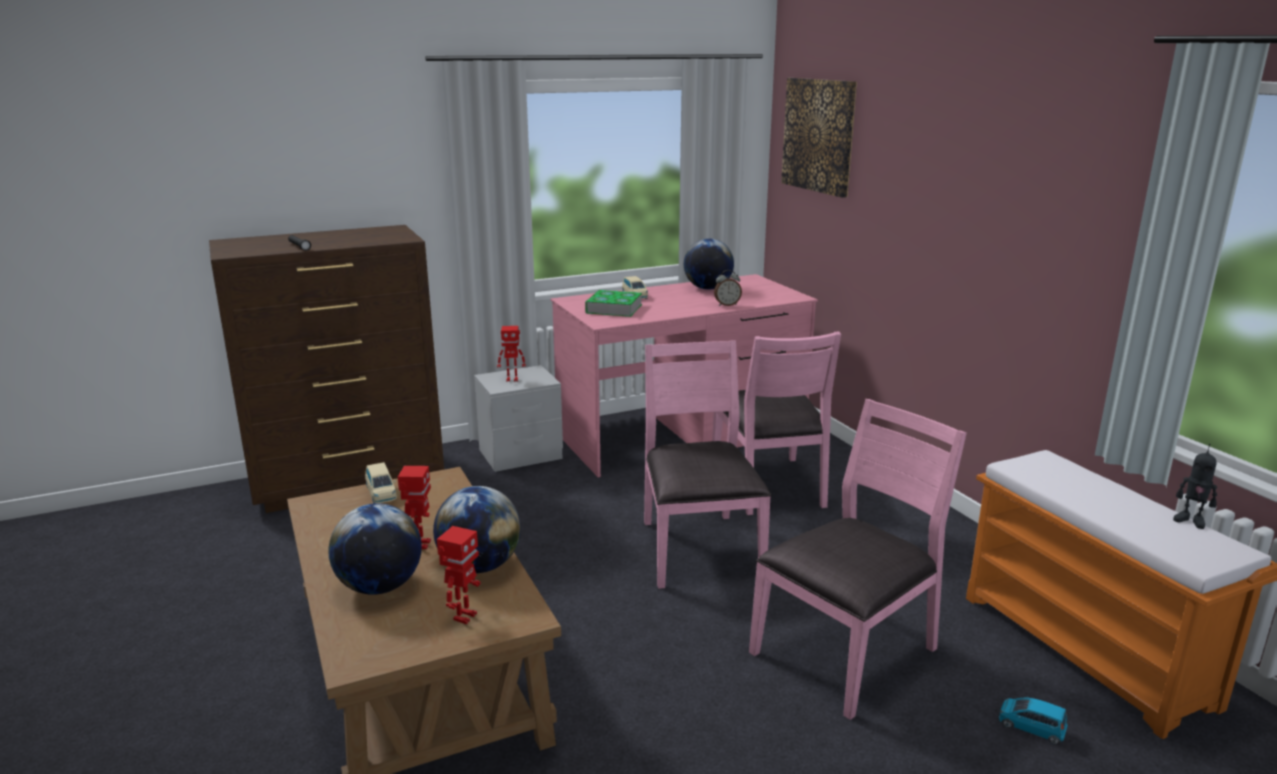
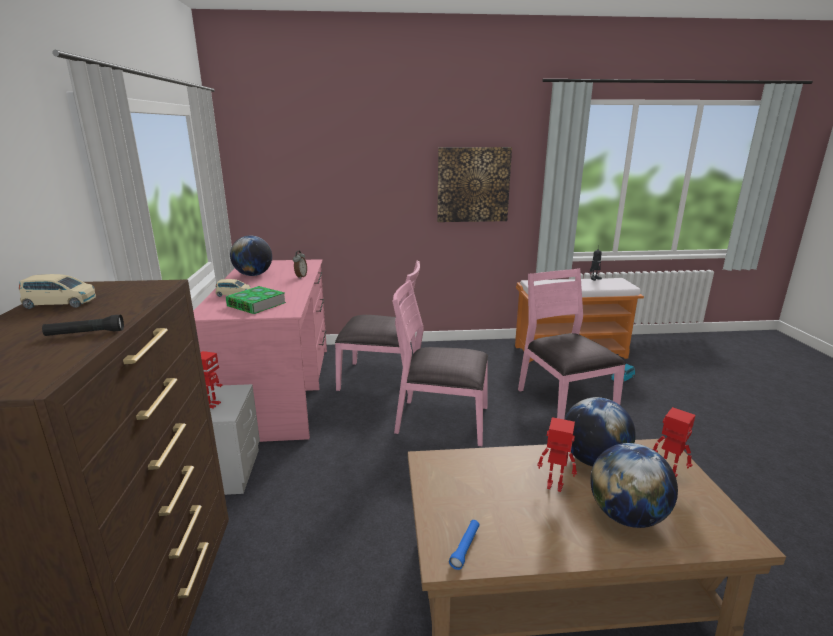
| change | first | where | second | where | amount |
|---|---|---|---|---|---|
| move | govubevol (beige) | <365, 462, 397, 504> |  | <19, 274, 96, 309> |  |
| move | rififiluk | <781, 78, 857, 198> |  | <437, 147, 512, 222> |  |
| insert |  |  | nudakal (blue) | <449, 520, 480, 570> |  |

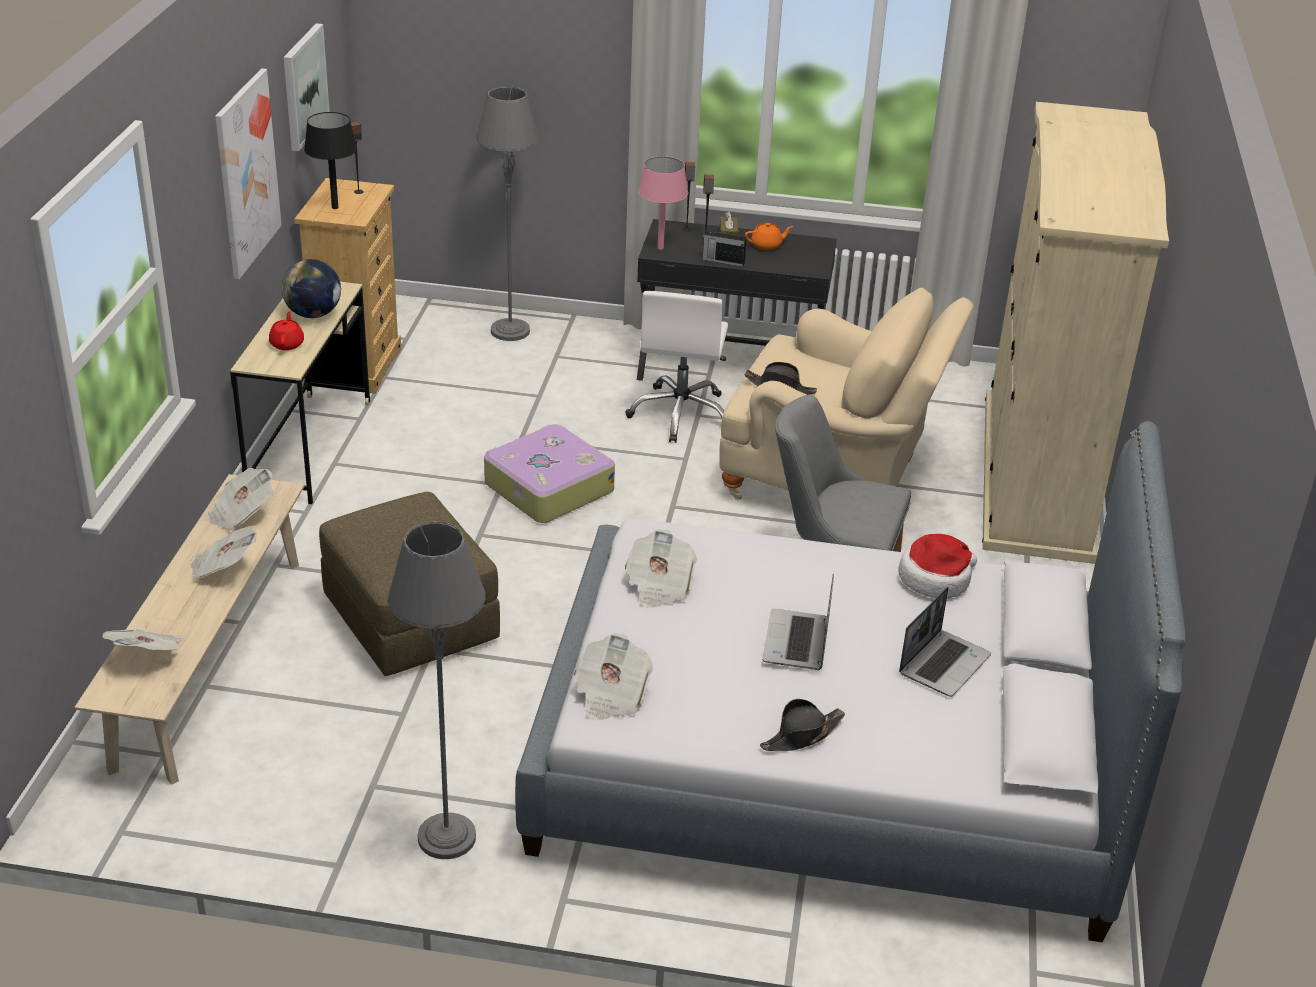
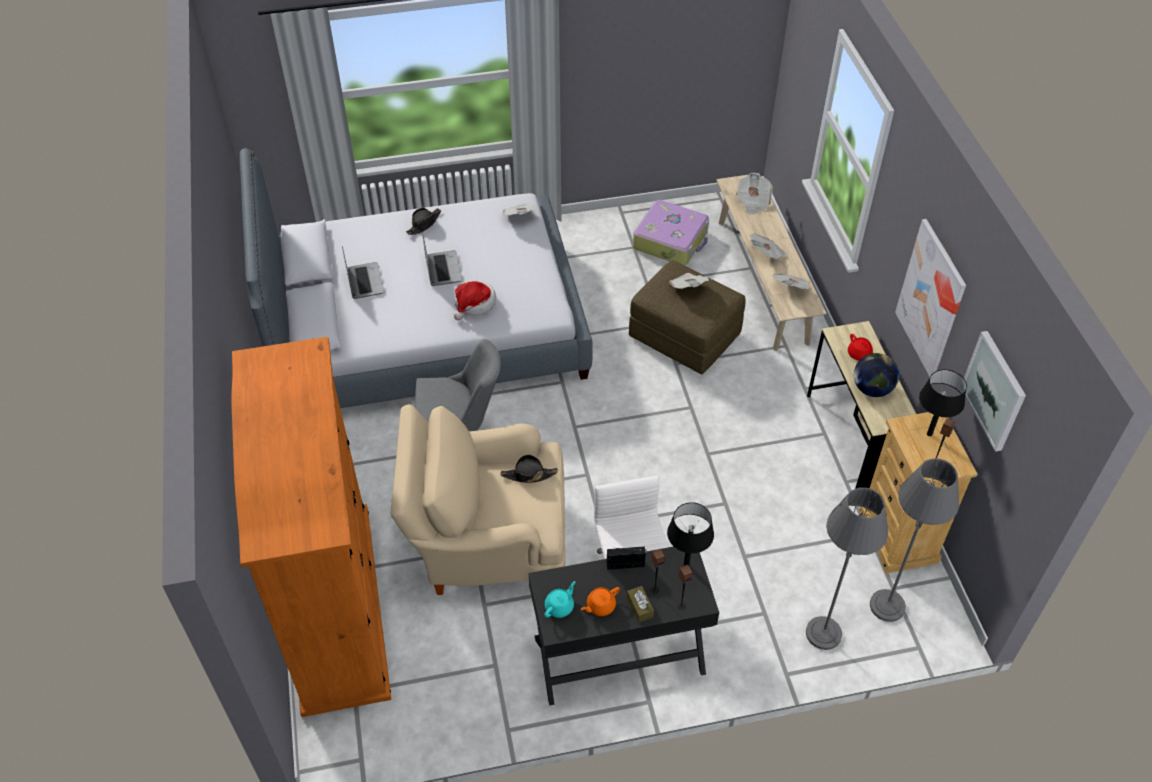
| change | first | where | second | where | amount |
|---|---|---|---|---|---|
| recolor | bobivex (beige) | <982, 102, 1169, 564> | bobivex (orange) | <231, 337, 391, 717> |  |
| rotate | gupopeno | <899, 587, 991, 697> |  | <342, 246, 385, 299> | 150 degrees clockwise |
| move | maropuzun | <898, 534, 977, 598> |  | <454, 280, 496, 320> |  |
| insert |  |  | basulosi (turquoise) | <544, 581, 575, 618> |  |
| move | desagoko | <484, 424, 615, 523> |  | <633, 200, 709, 265> |  |
| recolor | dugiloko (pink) | <638, 156, 688, 250> | dugiloko (black) | <667, 502, 714, 566> |  |
| move | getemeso | <625, 530, 697, 608> |  | <669, 273, 709, 289> |  |
| move | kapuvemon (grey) | <387, 521, 486, 859> |  | <870, 458, 959, 622> |  |

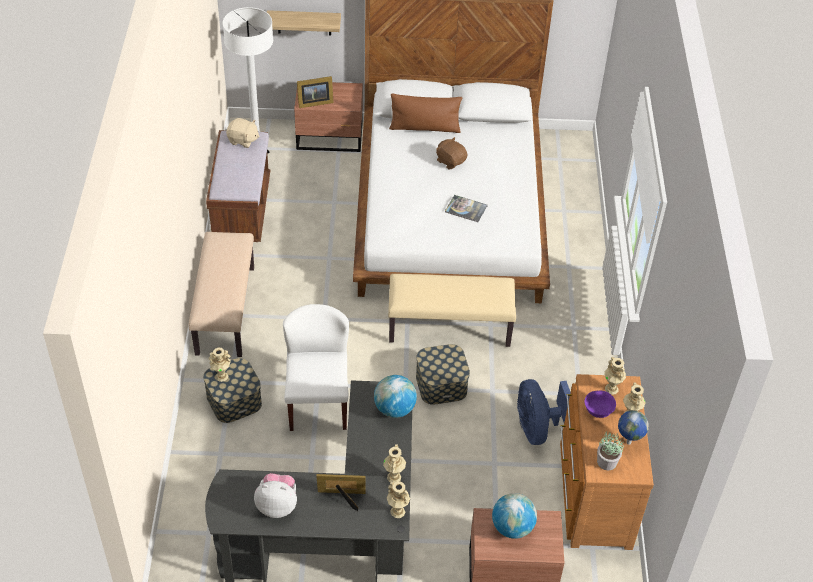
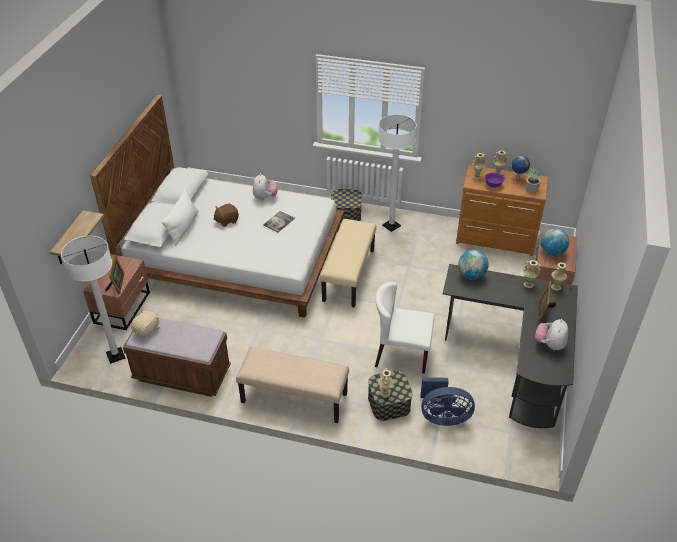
| change | first | where | second | where | amount |
|---|---|---|---|---|---|
| recolor | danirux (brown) | <389, 94, 462, 133> | danirux (white) | <162, 188, 199, 246> |  |
| insert |  |  | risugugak | <253, 173, 278, 200> |  |
| move | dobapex | <416, 344, 470, 405> |  | <331, 189, 362, 223> |  |
| insert |  |  | kapuvemon (white) | <378, 114, 416, 232> |  |
| move | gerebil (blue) | <517, 379, 571, 445> |  | <421, 377, 475, 426> |  |

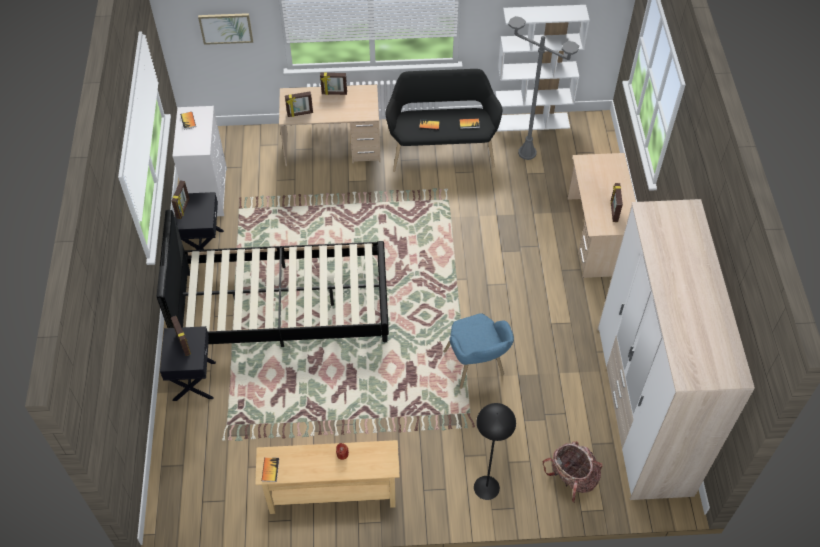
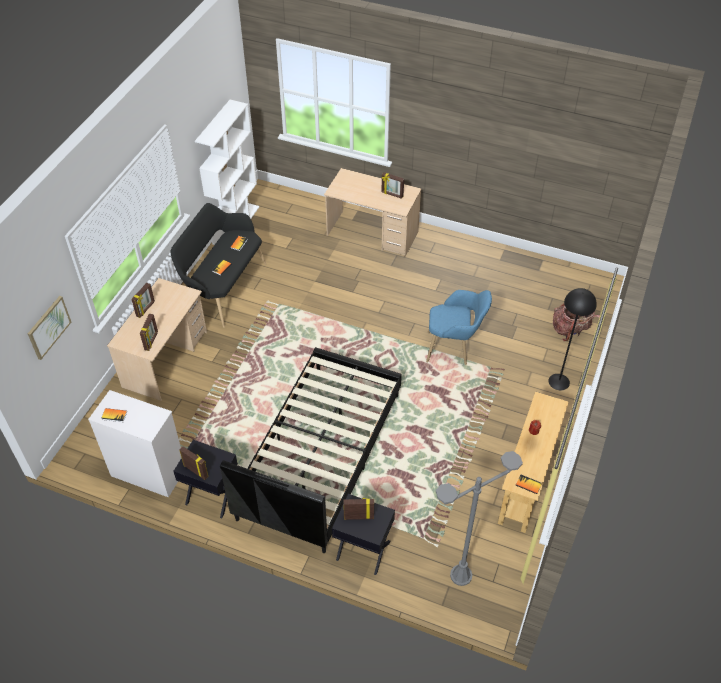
| change | first | where | second | where | amount |
|---|---|---|---|---|---|
| move | kapuvemon (grey) | <508, 16, 579, 160> |  | <436, 451, 523, 586> |  |
| delete | bobivex | <597, 199, 755, 500> |  |  |  |

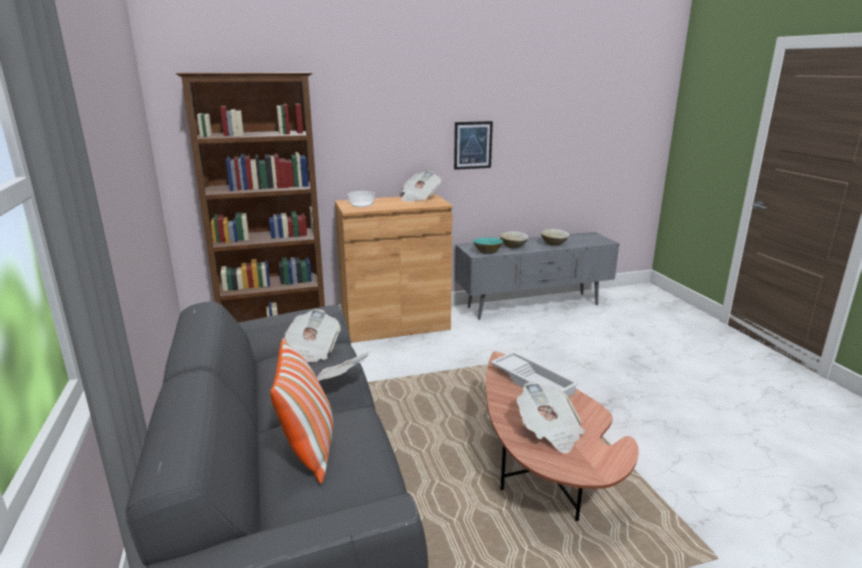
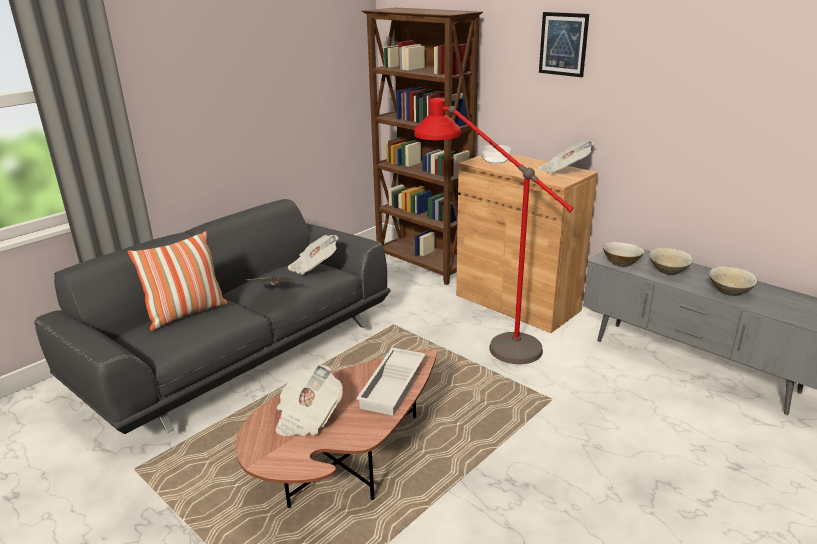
| change | first | where | second | where | amount |
|---|---|---|---|---|---|
| insert |  |  | kapuvemon (red) | <414, 98, 574, 364> |  |
| move | rififiluk | <454, 121, 493, 170> |  | <539, 12, 589, 77> |  |
| recolor | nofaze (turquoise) | <473, 238, 503, 254> | nofaze (beige) | <603, 242, 644, 267> |  |

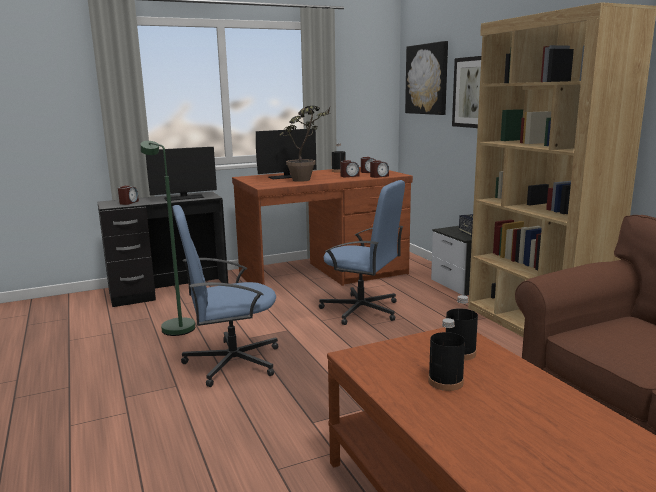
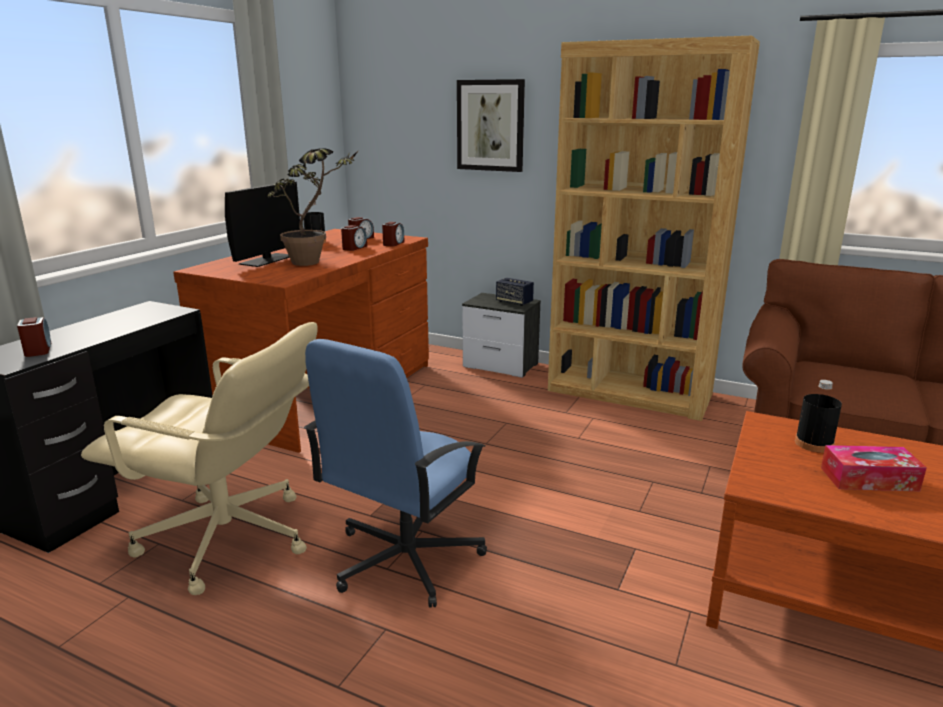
| change | first | where | second | where | amount |
|---|---|---|---|---|---|
| replace | kapuvemon (green) | <140, 141, 195, 336> | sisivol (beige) | <81, 322, 317, 595> |  |
| replace | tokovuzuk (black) | <428, 318, 465, 391> | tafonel | <821, 445, 927, 491> |  |
| delete | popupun | <146, 147, 217, 201> |  |  |  |
| delete | sisivol (blue) | <319, 180, 405, 325> |  |  |  |
| delete | rififiluk | <405, 41, 448, 115> |  |  |  |

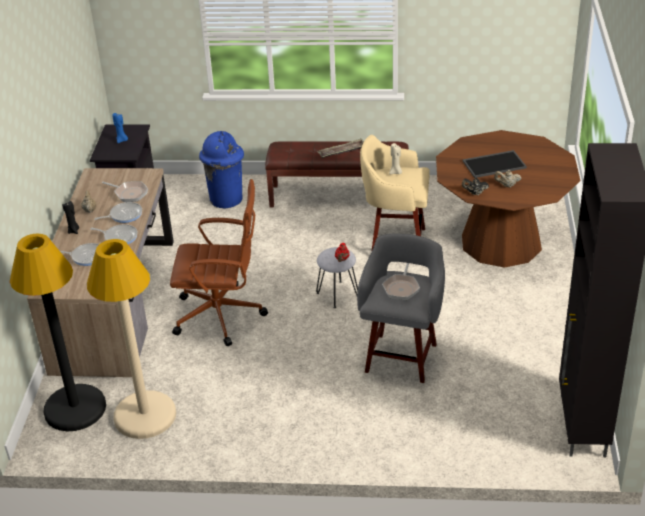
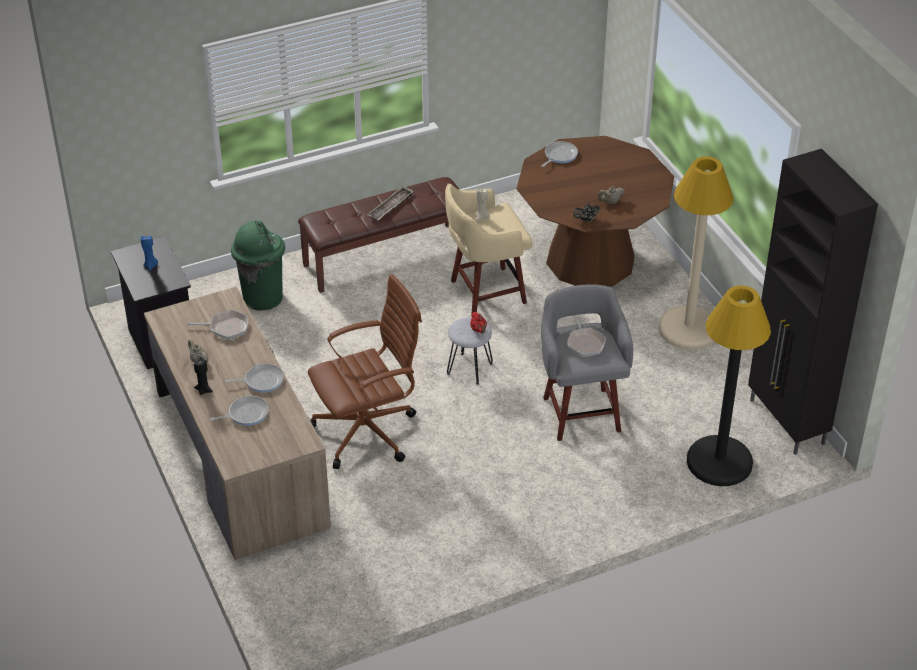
| change | first | where | second | where | amount |
|---|---|---|---|---|---|
| recolor | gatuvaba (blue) | <199, 131, 244, 208> | gatuvaba (green) | <231, 221, 285, 311> |  |
| move | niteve | <94, 202, 142, 223> |  | <542, 141, 578, 167> |  |
| move | kapuvemon (beige) | <87, 239, 176, 439> |  | <658, 156, 734, 350> |  |
| move | kapuvemon (black) | <10, 233, 106, 431> |  | <687, 285, 771, 486> |  |
| delete | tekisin | <462, 150, 527, 178> |  |  |  |

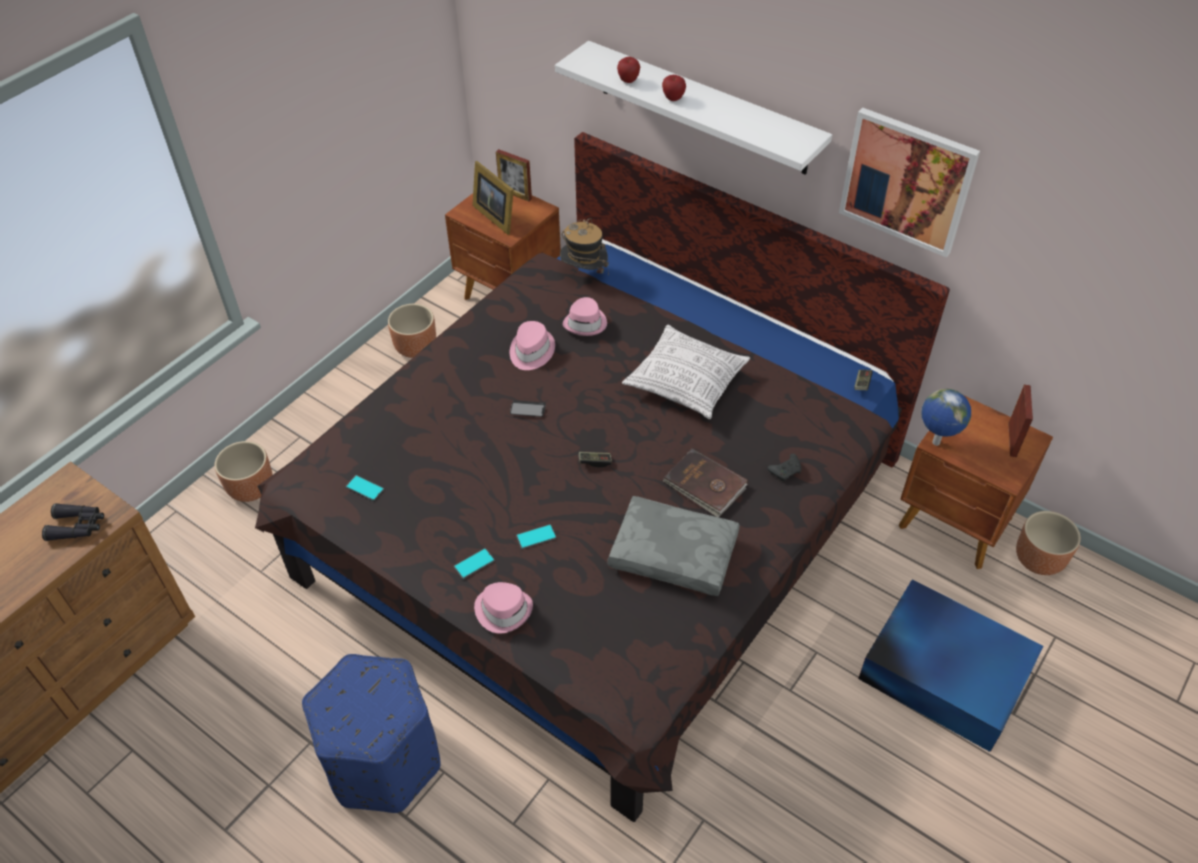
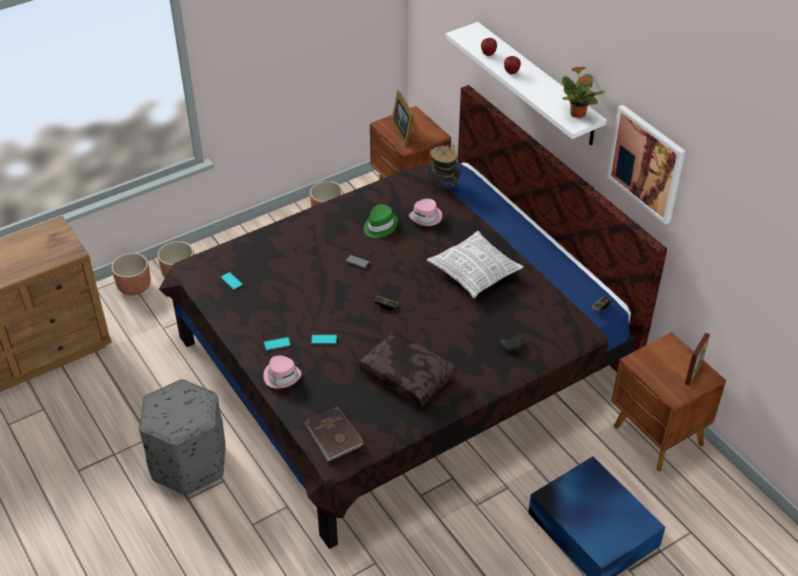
| change | first | where | second | where | amount |
|---|---|---|---|---|---|
| move | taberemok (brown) | <1016, 511, 1081, 575> |  | <112, 253, 151, 296> |  |
| recolor | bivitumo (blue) | <302, 654, 441, 813> | bivitumo (grey) | <139, 379, 226, 495> |  |
| move | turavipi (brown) | <663, 448, 748, 517> |  | <305, 406, 364, 461> |  |
| recolor | danirux (grey) | <608, 496, 740, 596> | danirux (brown) | <359, 330, 457, 407> |  |
| recolor | maropuzun (pink) | <510, 321, 555, 370> | maropuzun (green) | <364, 204, 398, 238> |  |
| insert |  |  | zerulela | <562, 66, 605, 118> |  |
| delete | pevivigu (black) | <42, 503, 104, 541> |  |  |  |
| delete | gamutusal | <496, 149, 532, 202> |  |  |  |
| delete | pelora | <922, 389, 971, 446> |  |  |  |

